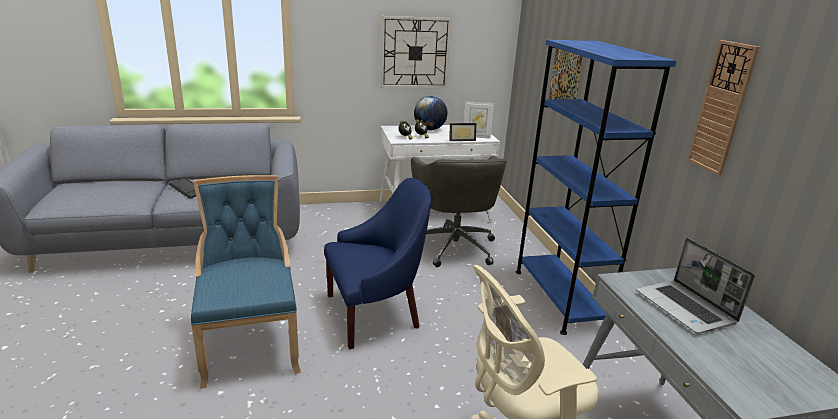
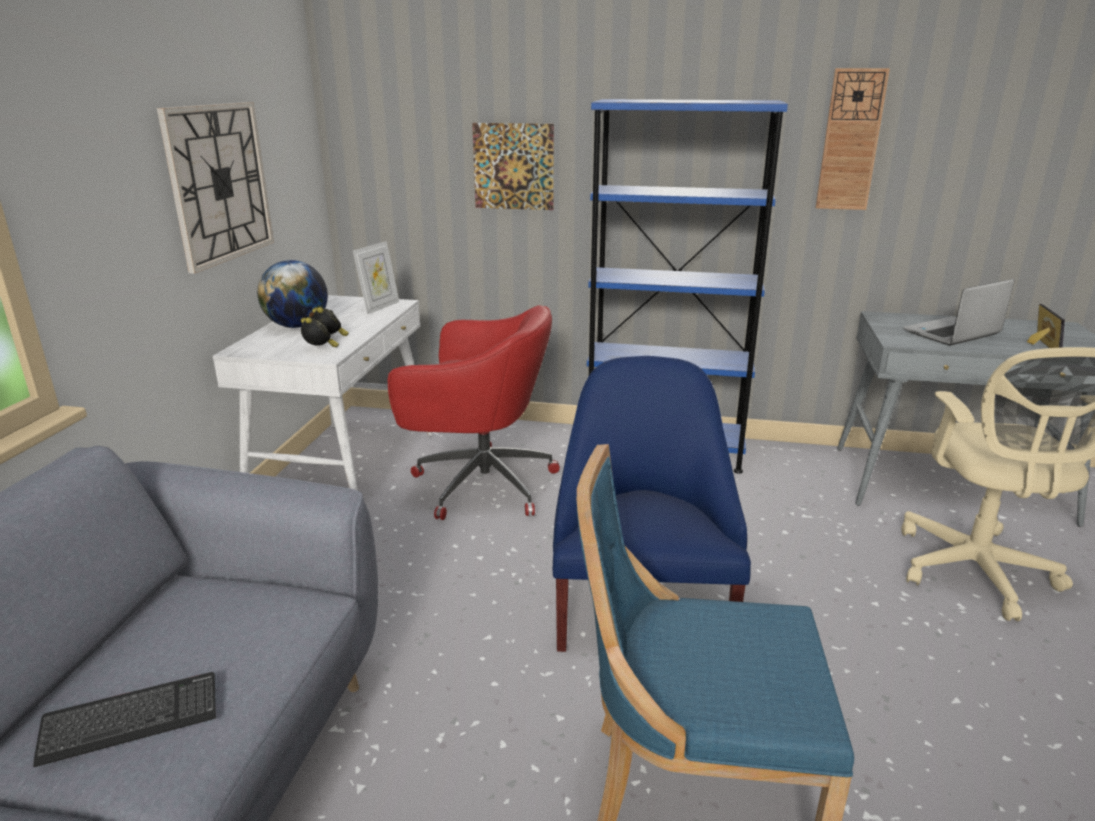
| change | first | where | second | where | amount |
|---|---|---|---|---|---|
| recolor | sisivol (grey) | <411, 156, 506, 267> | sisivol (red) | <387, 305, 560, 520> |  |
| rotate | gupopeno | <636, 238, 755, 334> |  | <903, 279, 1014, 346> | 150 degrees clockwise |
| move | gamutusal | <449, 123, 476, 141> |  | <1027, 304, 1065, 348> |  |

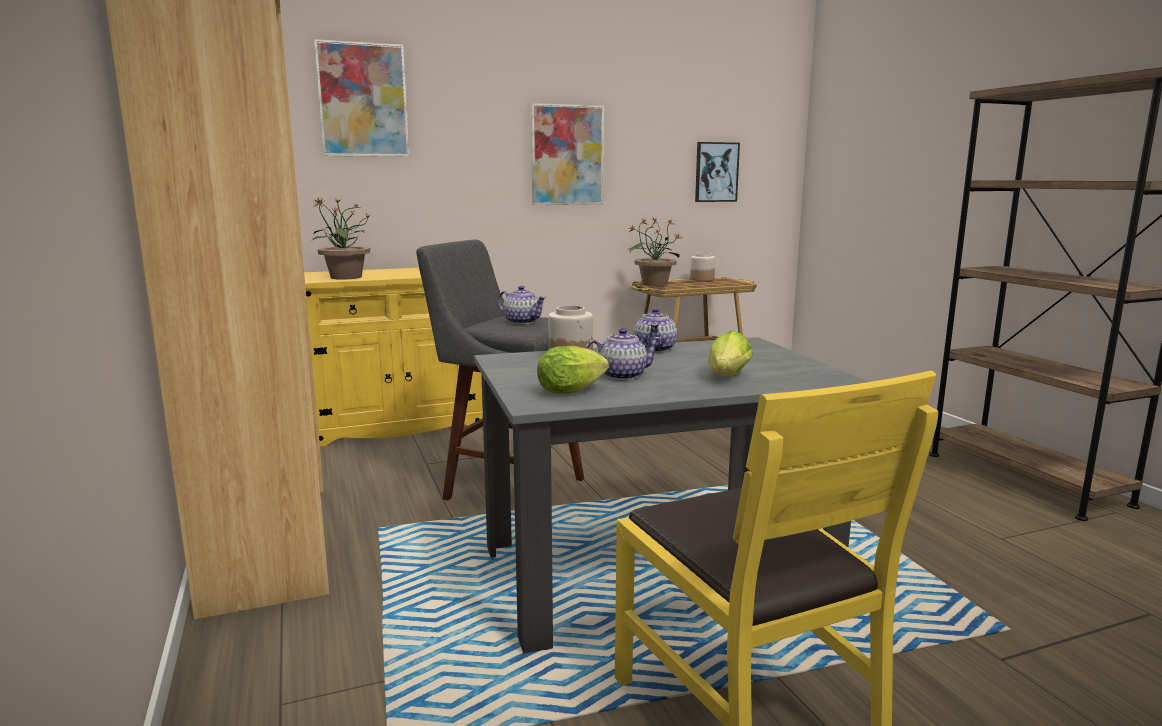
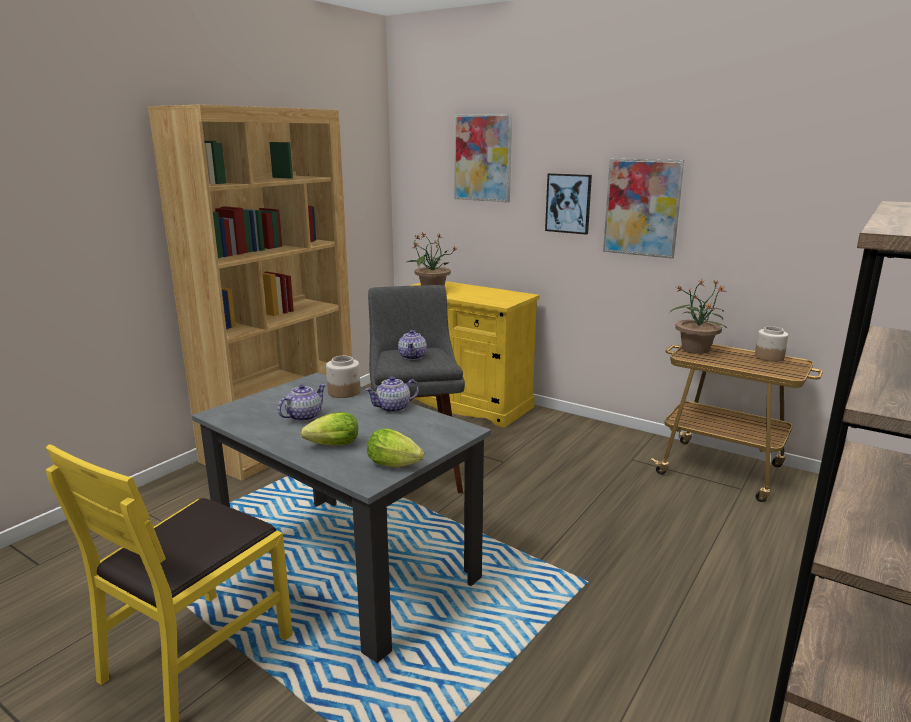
| change | first | where | second | where | amount |
|---|---|---|---|---|---|
| rotate | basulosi | <585, 328, 662, 380> |  | <278, 384, 326, 422> | 90 degrees counterclockwise |
| move | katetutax | <537, 346, 609, 394> |  | <367, 428, 424, 467> |  |
| move | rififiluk | <695, 142, 740, 202> |  | <545, 173, 592, 234> |  |

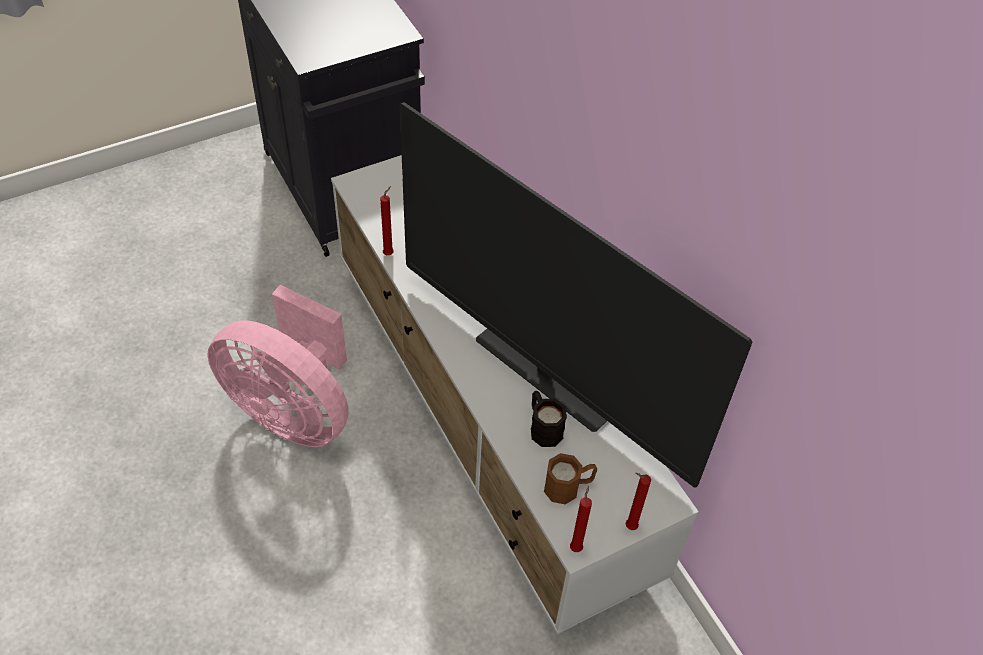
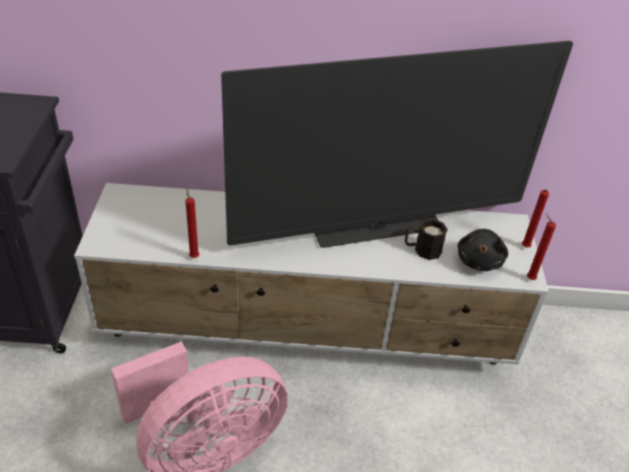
| change | first | where | second | where | amount |
|---|---|---|---|---|---|
| replace | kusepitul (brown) | <544, 453, 597, 504> | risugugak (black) | <458, 229, 508, 271> |  |

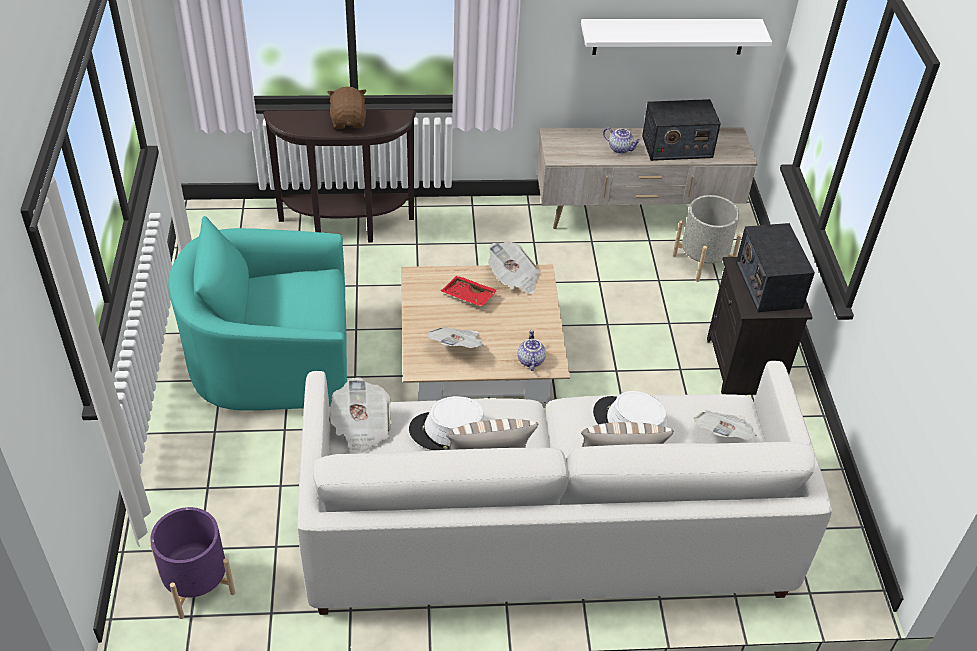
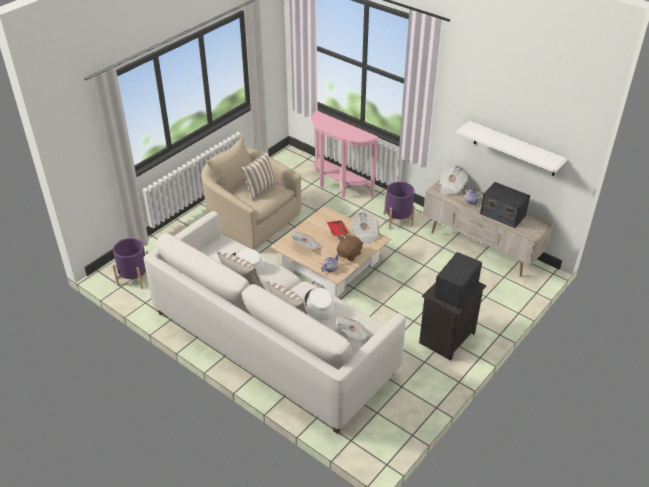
| change | first | where | second | where | amount |
|---|---|---|---|---|---|
| recolor | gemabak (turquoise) | <168, 216, 347, 410> | gemabak (beige) | <201, 137, 301, 250> |  |
| insert |  |  | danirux | <241, 151, 278, 201> |  |
| recolor | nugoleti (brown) | <263, 110, 416, 242> | nugoleti (pink) | <311, 110, 379, 198> |  |
| move | risugugak (brown) | <328, 87, 367, 129> |  | <337, 234, 363, 261> |  |
| insert |  |  | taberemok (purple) | <384, 182, 415, 228> |  |
| move | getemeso | <328, 378, 391, 454> |  | <439, 165, 469, 195> |  |
| delete | taberemok (grey) | <673, 195, 742, 282> |  |  |  |

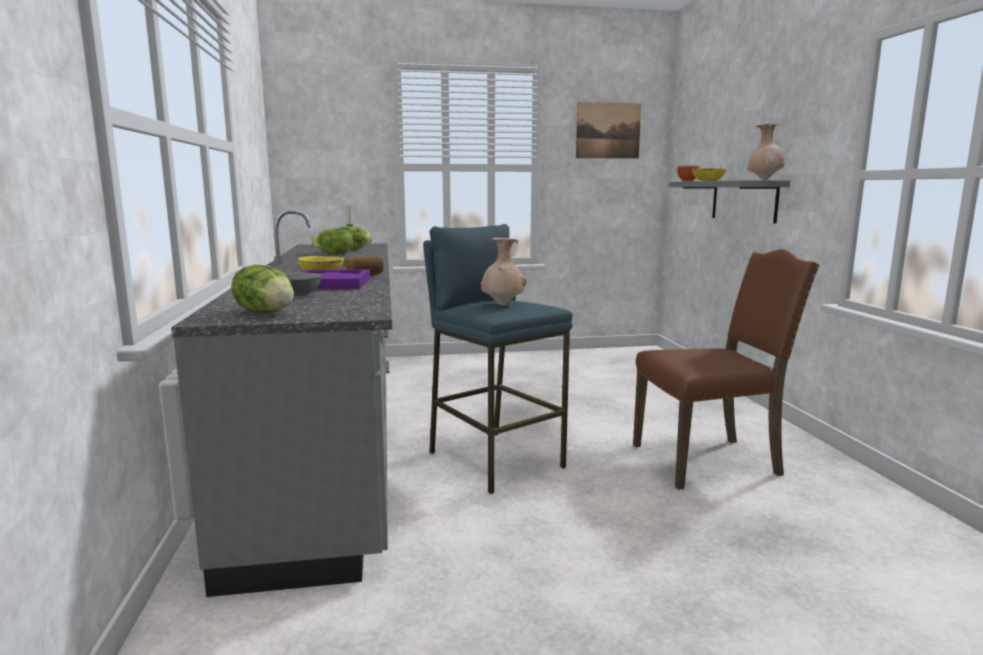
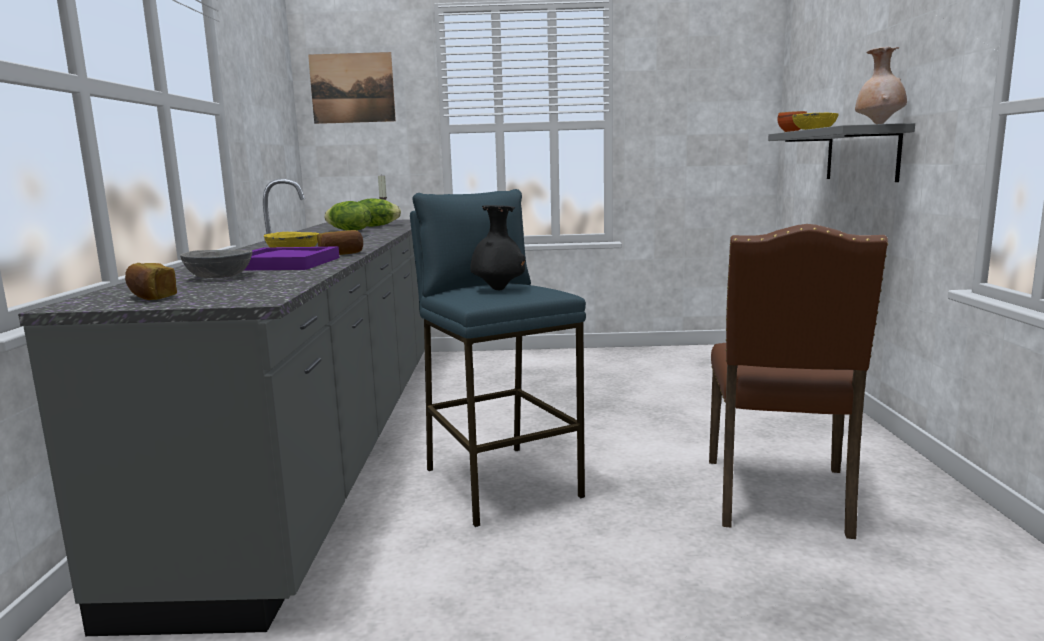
| change | first | where | second | where | amount |
|---|---|---|---|---|---|
| replace | katetutax | <231, 265, 294, 313> | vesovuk | <125, 263, 177, 300> |  |
| move | rififiluk | <576, 102, 641, 159> |  | <308, 52, 396, 124> |  |
| recolor | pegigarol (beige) | <481, 238, 527, 305> | pegigarol (black) | <470, 205, 525, 290> |  |
| rotate | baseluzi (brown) | <633, 249, 820, 490> |  | <709, 224, 888, 539> | 105 degrees clockwise |

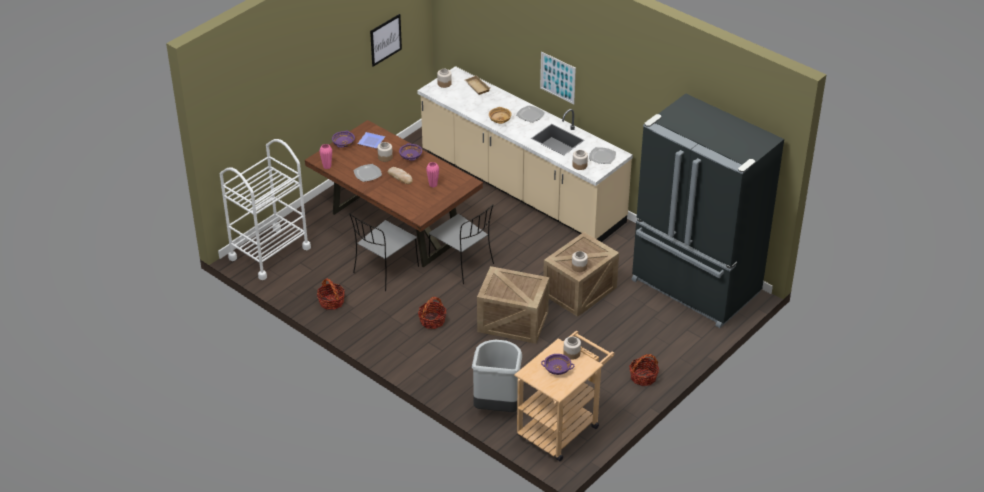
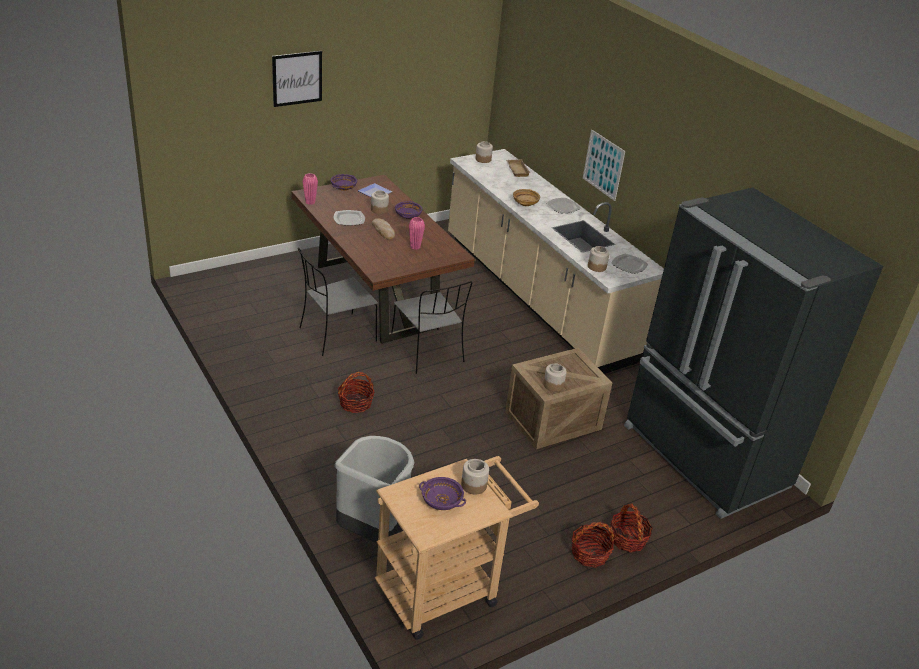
| change | first | where | second | where | amount |
|---|---|---|---|---|---|
| move | rififiluk | <370, 14, 402, 67> |  | <272, 51, 322, 107> |  |
| move | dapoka | <317, 278, 345, 310> |  | <610, 503, 653, 553> |  |
| delete | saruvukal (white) | <220, 139, 311, 280> |  |  |  |
| delete | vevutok | <477, 266, 549, 344> |  |  |  |

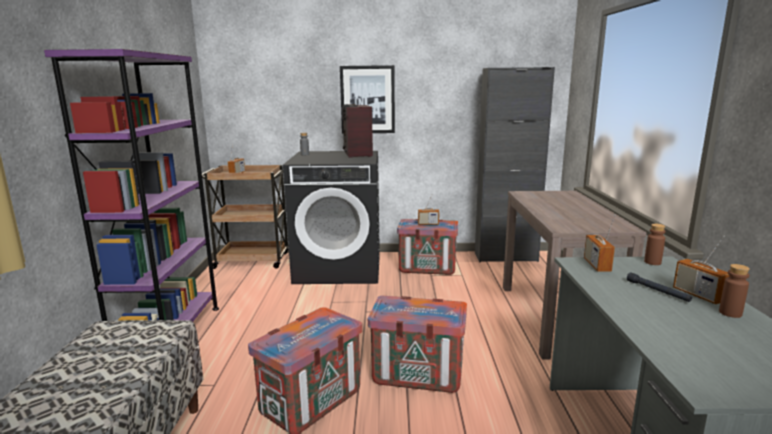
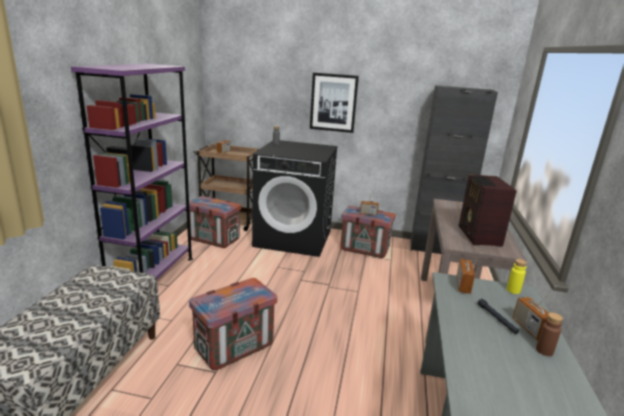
| change | first | where | second | where | amount |
|---|---|---|---|---|---|
| move | vevutok | <368, 296, 467, 393> |  | <185, 196, 241, 248> |  |
| move | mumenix | <343, 104, 373, 158> |  | <459, 175, 517, 247> |  |
| recolor | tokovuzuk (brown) | <644, 224, 666, 265> | tokovuzuk (yellow) | <507, 259, 527, 294> |  |

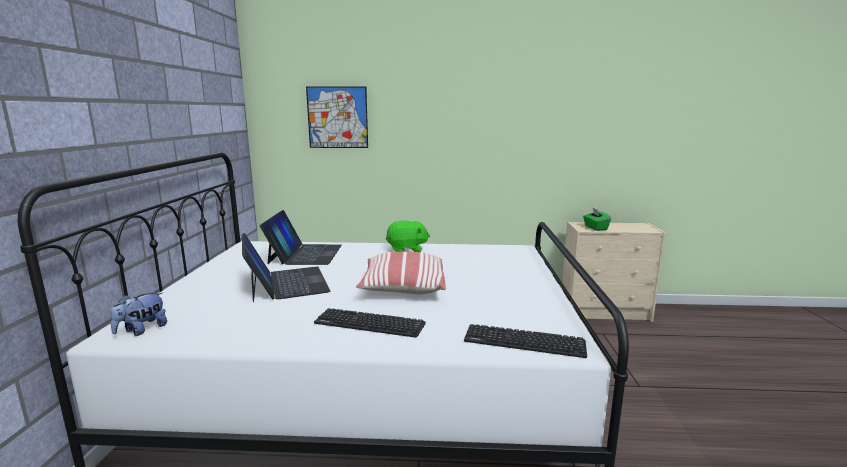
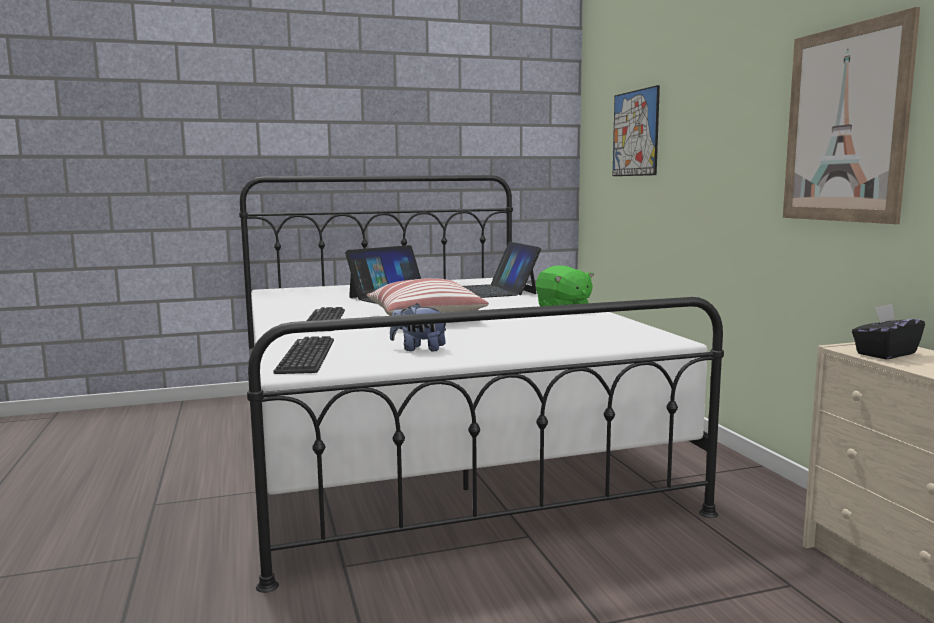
| change | first | where | second | where | amount |
|---|---|---|---|---|---|
| move | risugugak | <111, 292, 167, 336> |  | <390, 303, 446, 351> |  |
| rotate | gupopeno | <260, 210, 342, 265> |  | <463, 242, 541, 298> | 90 degrees clockwise |
| insert |  |  | rififiluk | <783, 7, 920, 224> |  |
| recolor | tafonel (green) | <583, 208, 611, 231> | tafonel (black) | <852, 304, 925, 359> |  |

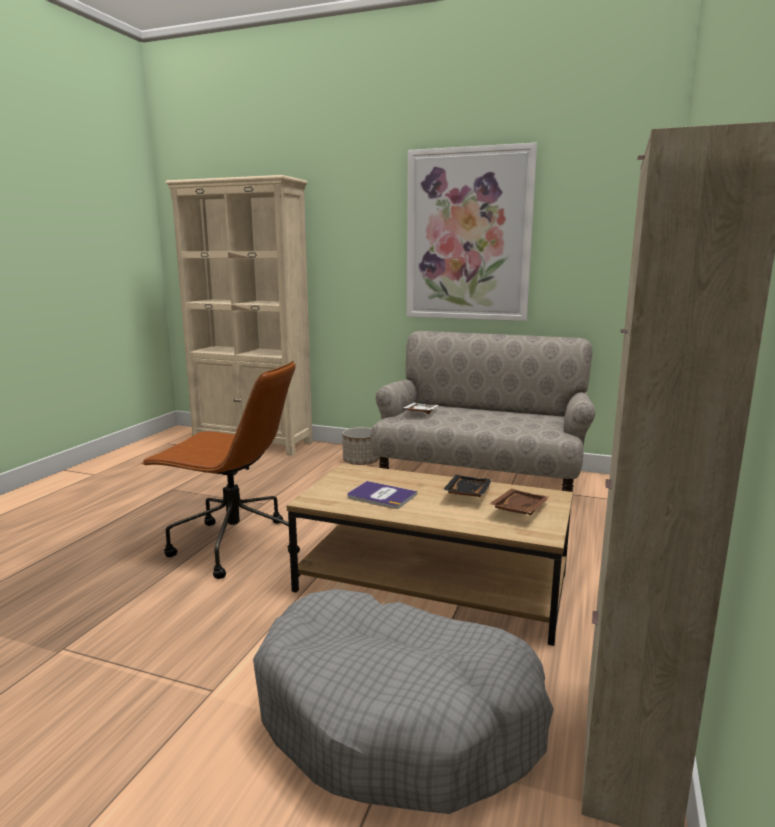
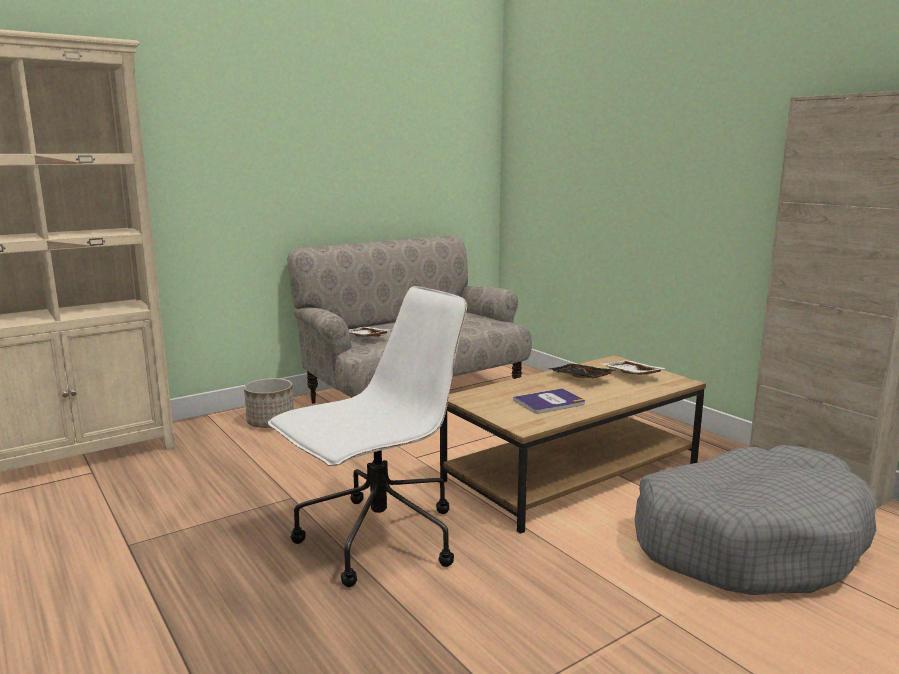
| change | first | where | second | where | amount |
|---|---|---|---|---|---|
| recolor | sisivol (brown) | <141, 360, 300, 579> | sisivol (white) | <268, 286, 467, 587> |  |
| recolor | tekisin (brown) | <489, 488, 550, 515> | tekisin (white) | <600, 360, 667, 375> |  |
| delete | rififiluk | <406, 143, 537, 321> |  |  |  |

